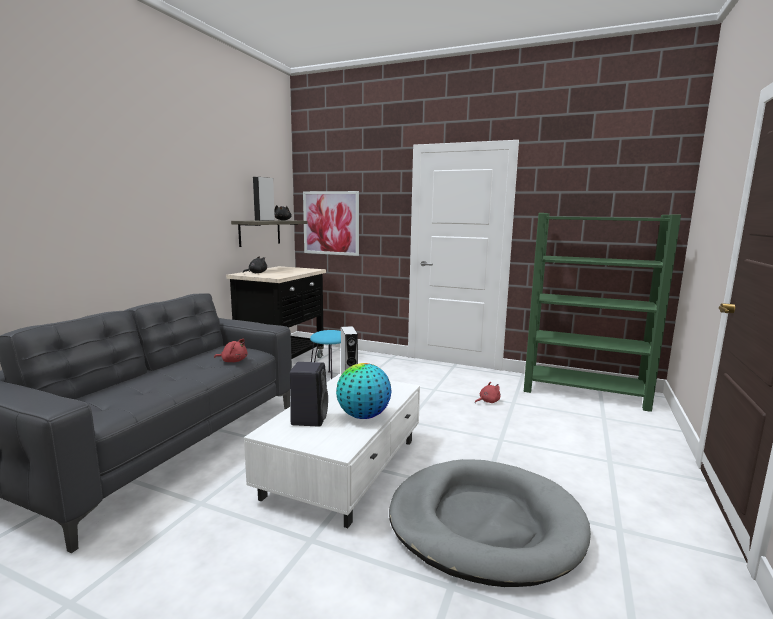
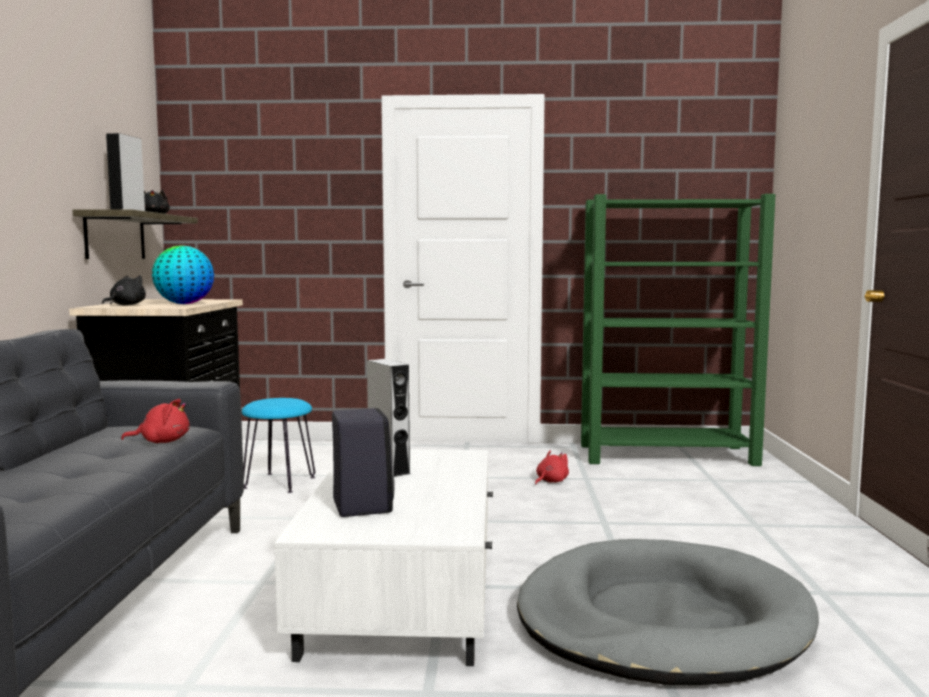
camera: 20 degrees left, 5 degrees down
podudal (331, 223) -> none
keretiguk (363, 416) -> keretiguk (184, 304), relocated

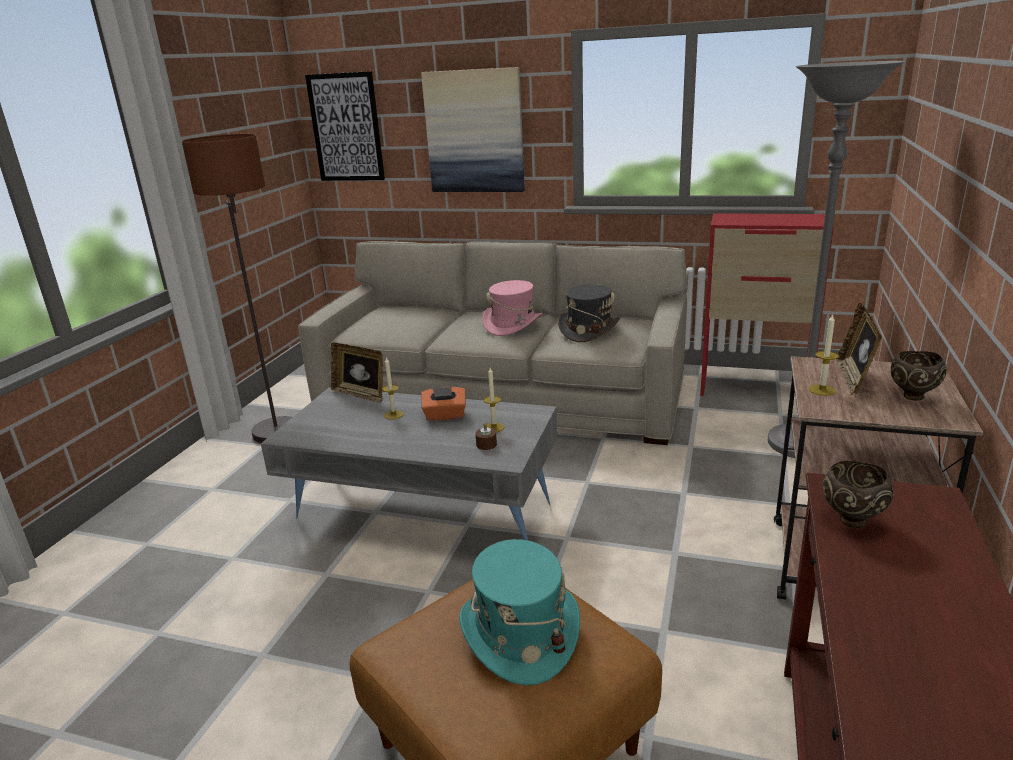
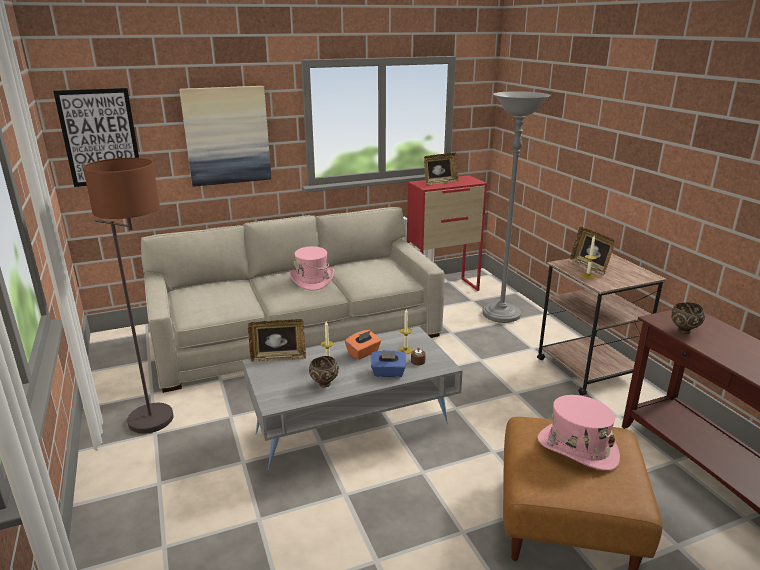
camera: 40 degrees left, 0 degrees up
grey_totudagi (588, 330) -> none
none -> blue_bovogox (388, 373)
none -> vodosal (440, 182)
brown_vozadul (912, 397) -> brown_vozadul (324, 385), relocated
turquoise_totudagi (519, 633) -> pink_totudagi (577, 449)

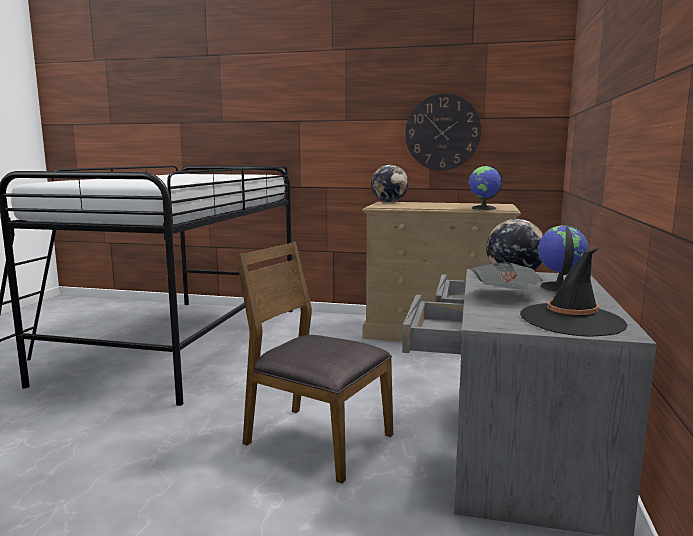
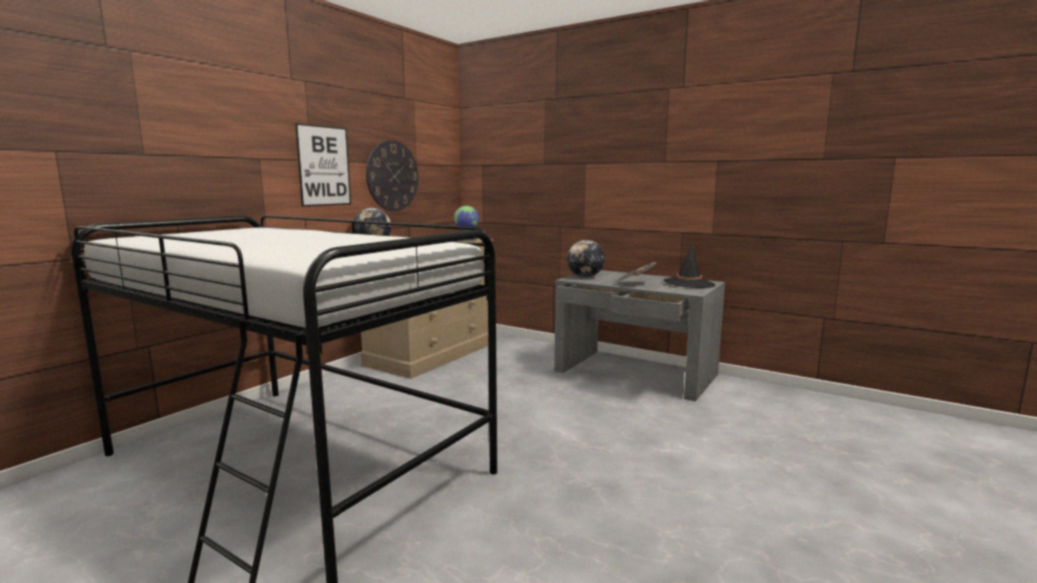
camera: 70 degrees left, 0 degrees up
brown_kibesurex (316, 440) -> none
keretiguk (558, 287) -> none
none -> podudal (324, 166)

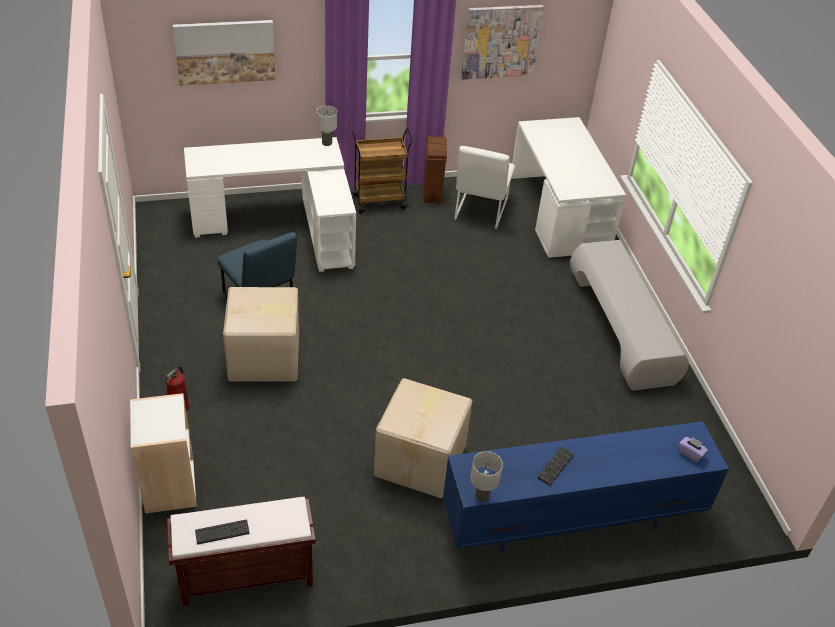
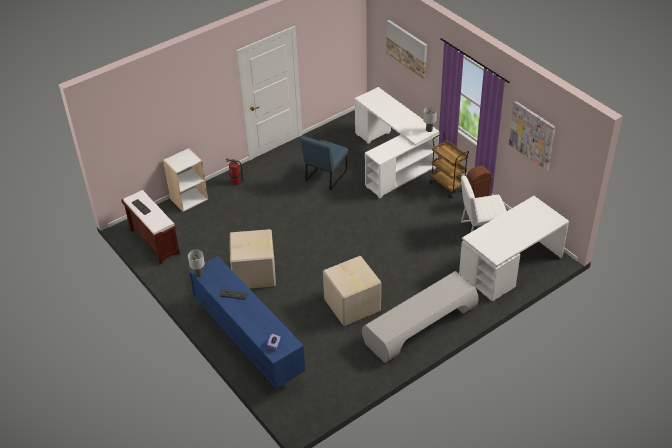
camera: 70 degrees right, 0 degrees up
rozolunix (265, 358) -> rozolunix (352, 305), relocated

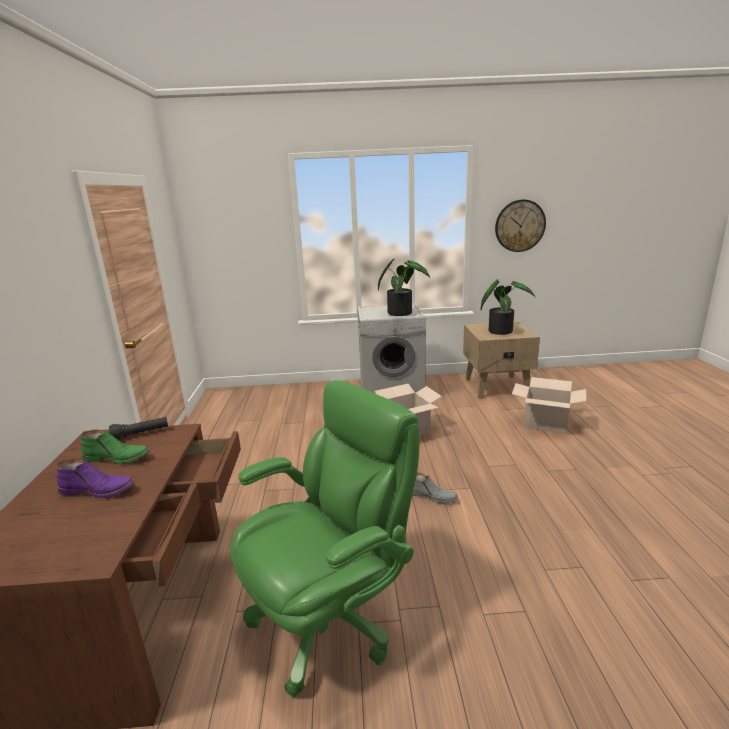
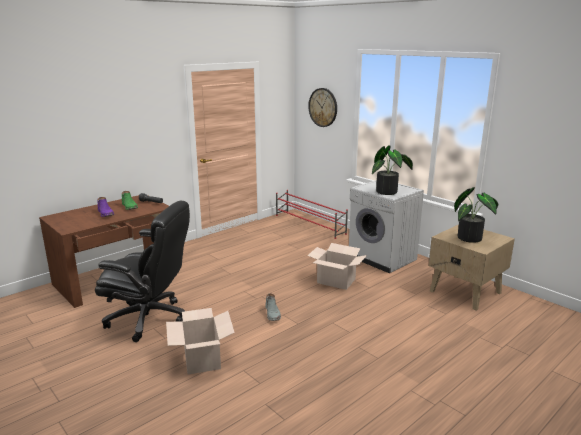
camera: 50 degrees right, 0 degrees up
none -> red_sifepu (309, 224)
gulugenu (520, 226) -> gulugenu (323, 107), relocated
rozolunix (546, 423) -> rozolunix (202, 359), relocated
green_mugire (330, 618) -> black_mugire (150, 320)

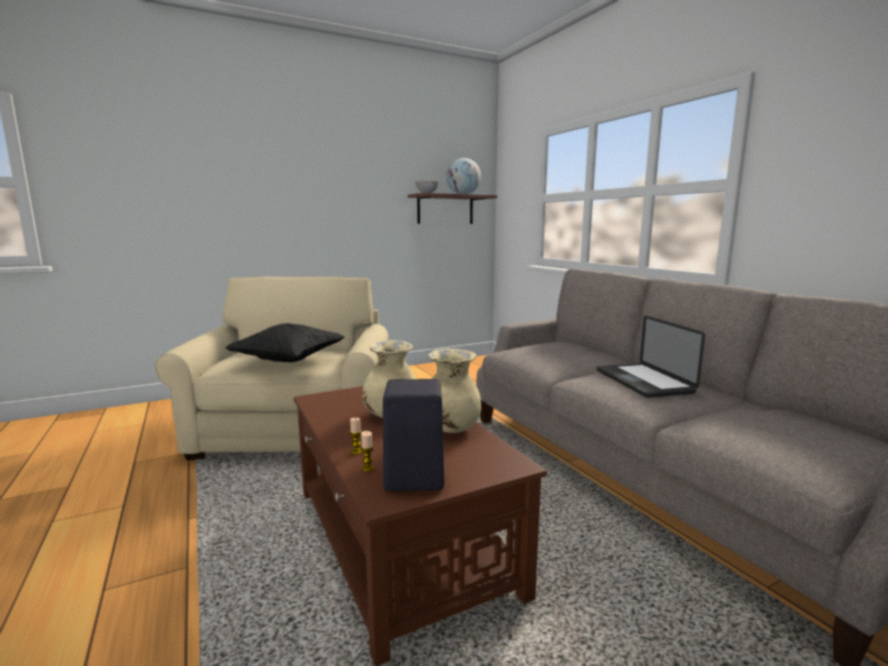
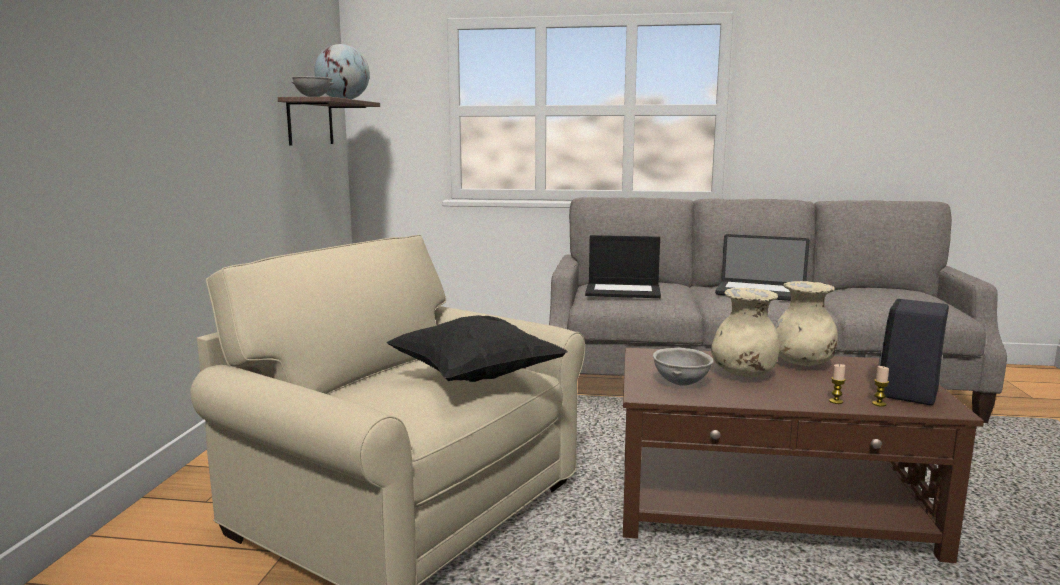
camera: 55 degrees left, 0 degrees up
none -> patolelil (623, 291)
none -> grey_vozadul (682, 383)

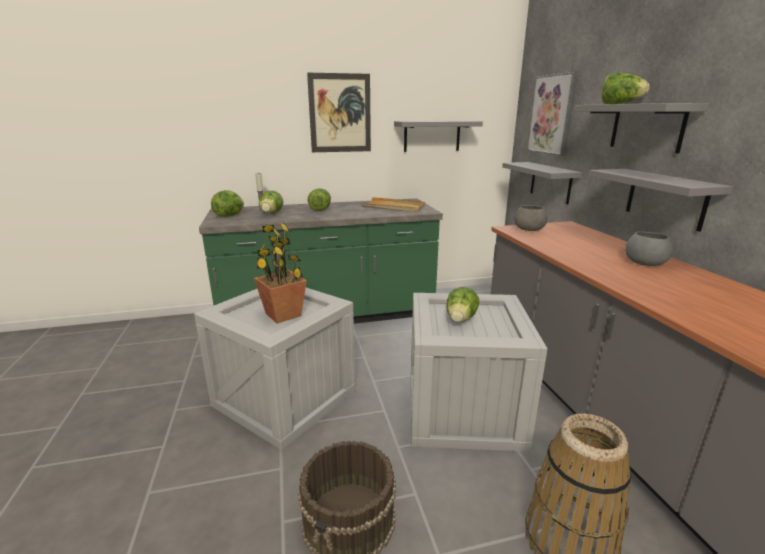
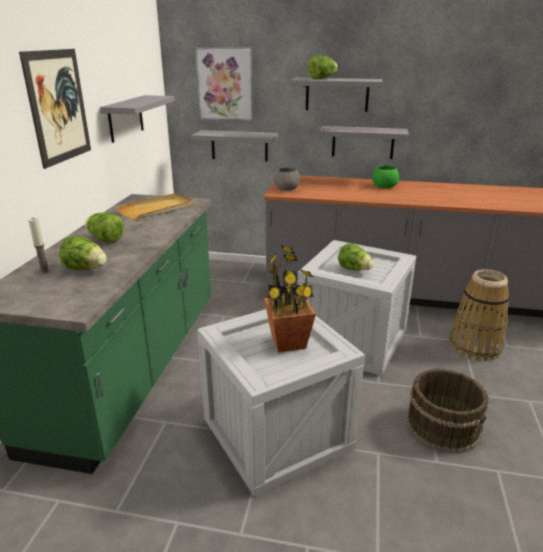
camera: 65 degrees left, 5 degrees up
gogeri (230, 216) -> none
grey_vozadul (644, 262) -> green_vozadul (384, 186)

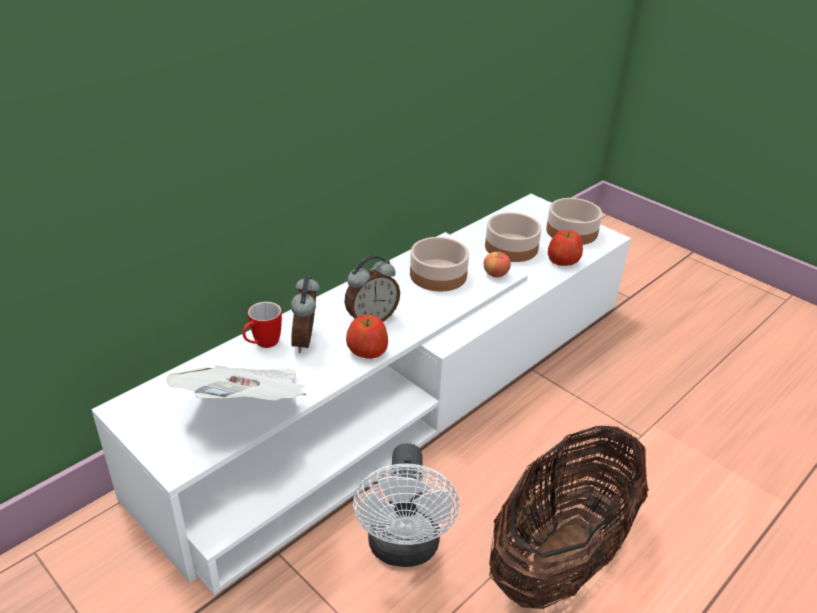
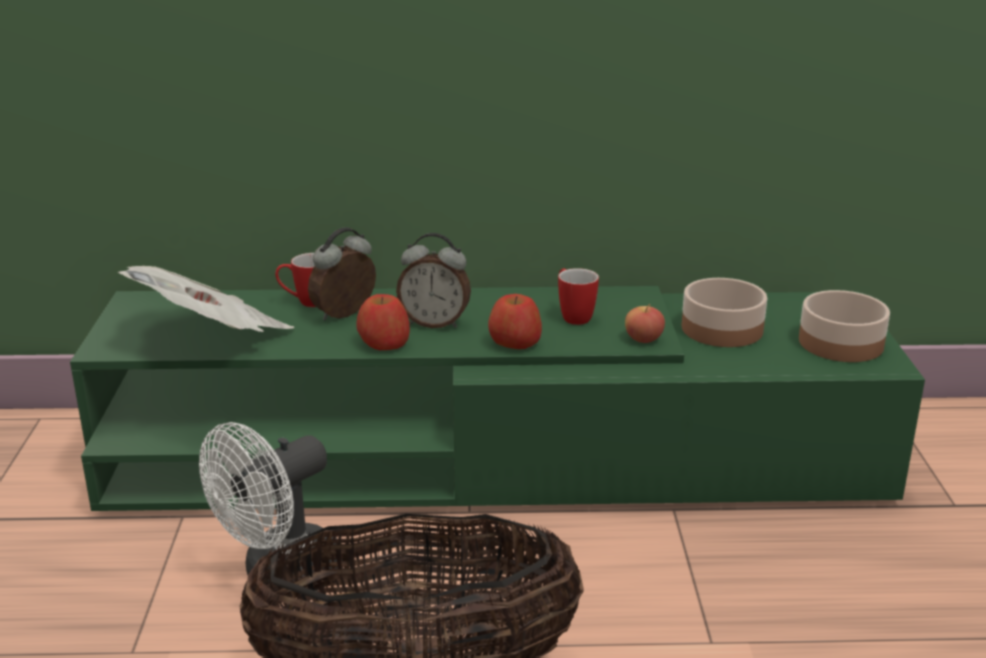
camera: 45 degrees right, 10 degrees down
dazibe (562, 261) -> dazibe (515, 343), relocated
vozadul (437, 275) -> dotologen (572, 316)
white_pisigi (405, 390) -> green_pisigi (493, 457)

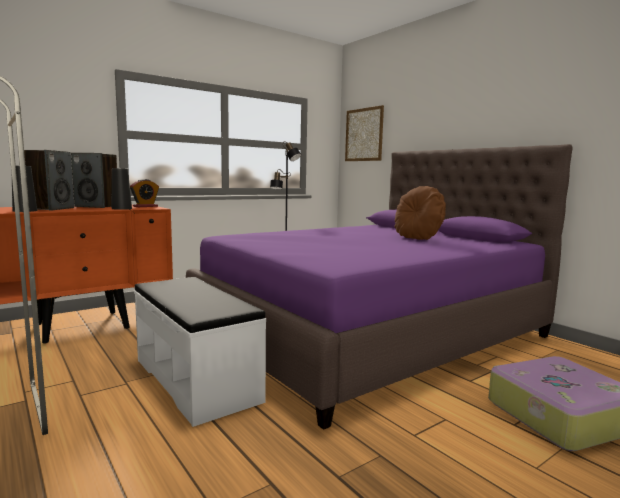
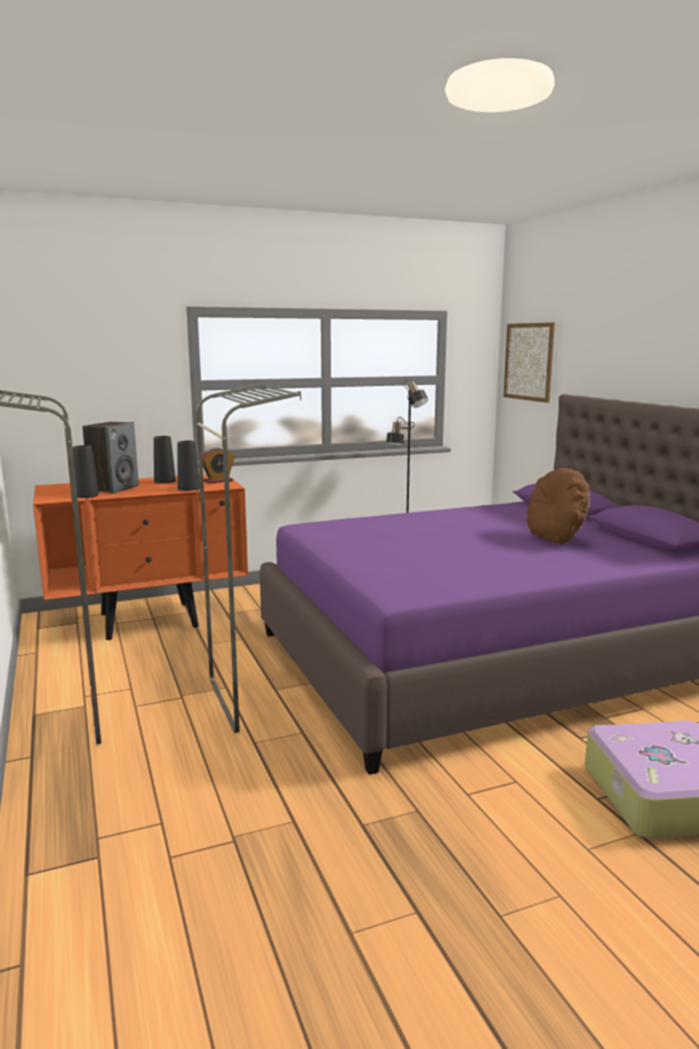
camera: 15 degrees right, 5 degrees up
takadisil (97, 206) -> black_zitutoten (165, 481)
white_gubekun (196, 379) -> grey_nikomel (255, 700)

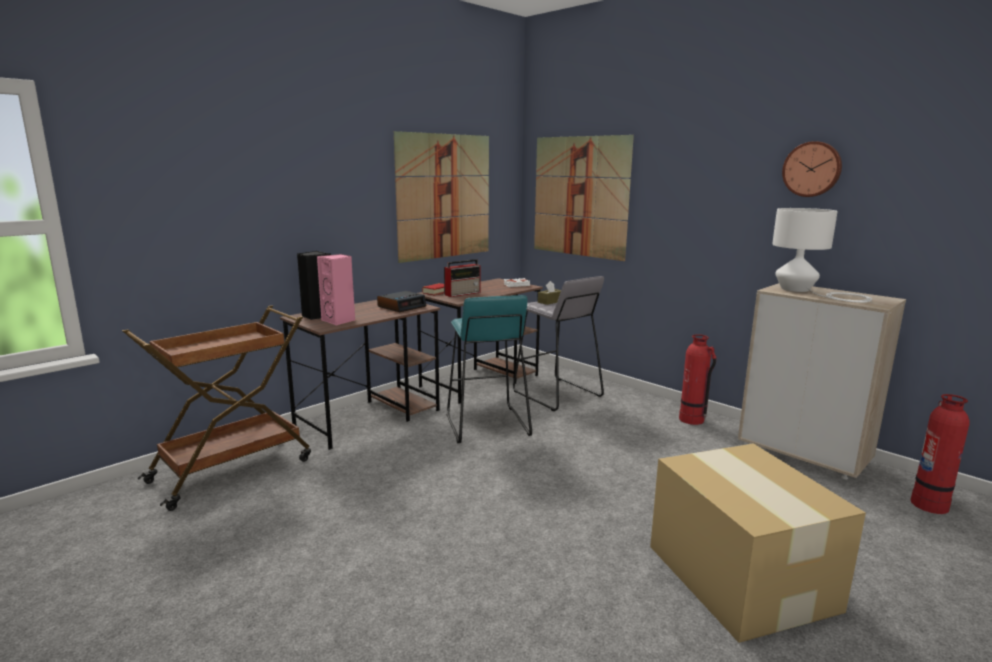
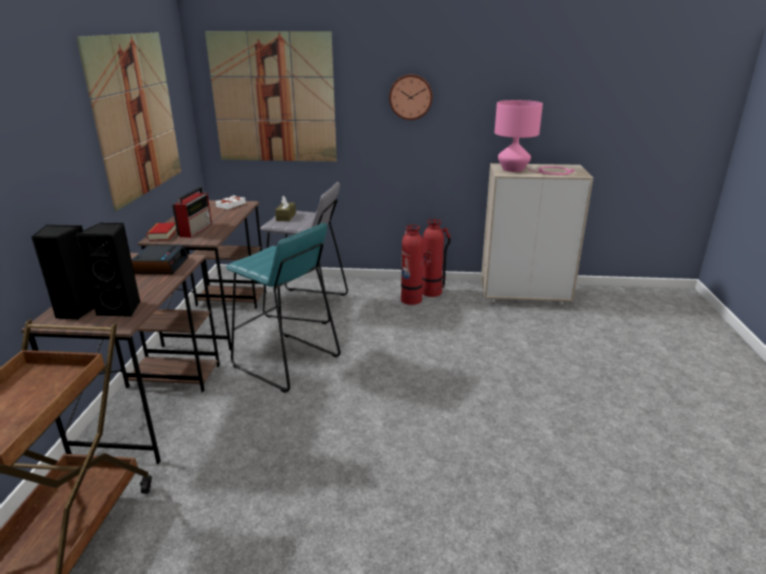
camera: 40 degrees left, 10 degrees up
rozolunix (741, 579) -> none
gulugenu (812, 169) -> gulugenu (410, 97), relocated
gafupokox (929, 504) -> gafupokox (411, 299), relocated
pink_takadisil (339, 321) -> black_takadisil (122, 309)
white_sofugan (815, 292) -> pink_sofugan (529, 170)

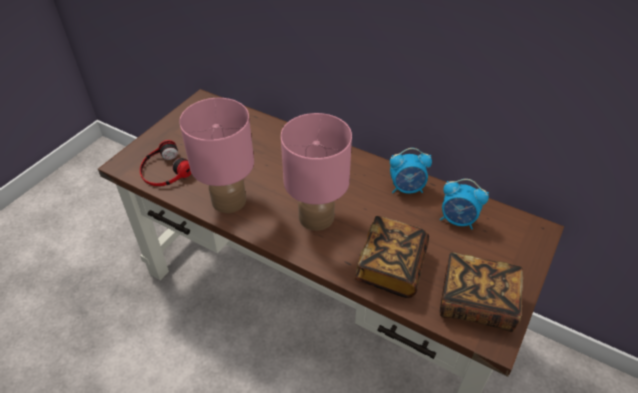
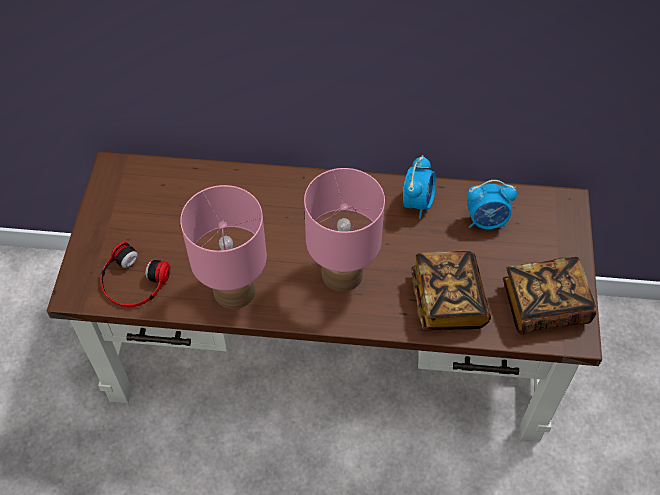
camera: 25 degrees left, 10 degrees up
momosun (407, 188) -> momosun (418, 202), 45 degrees counterclockwise

